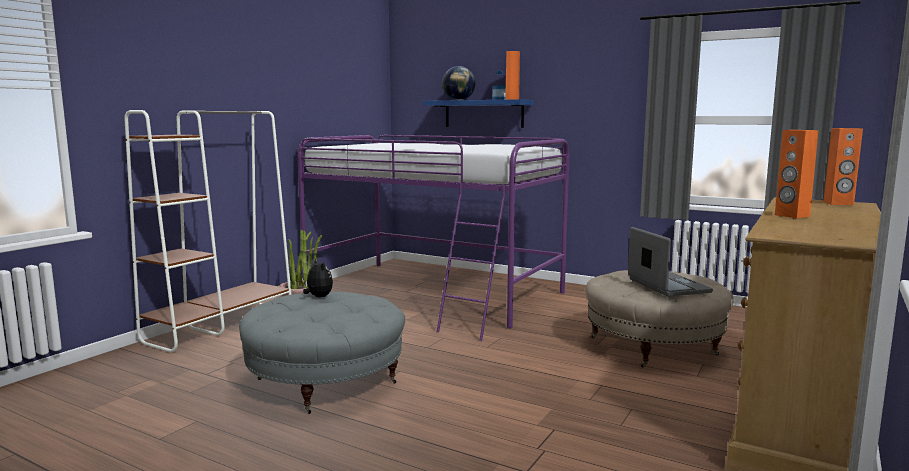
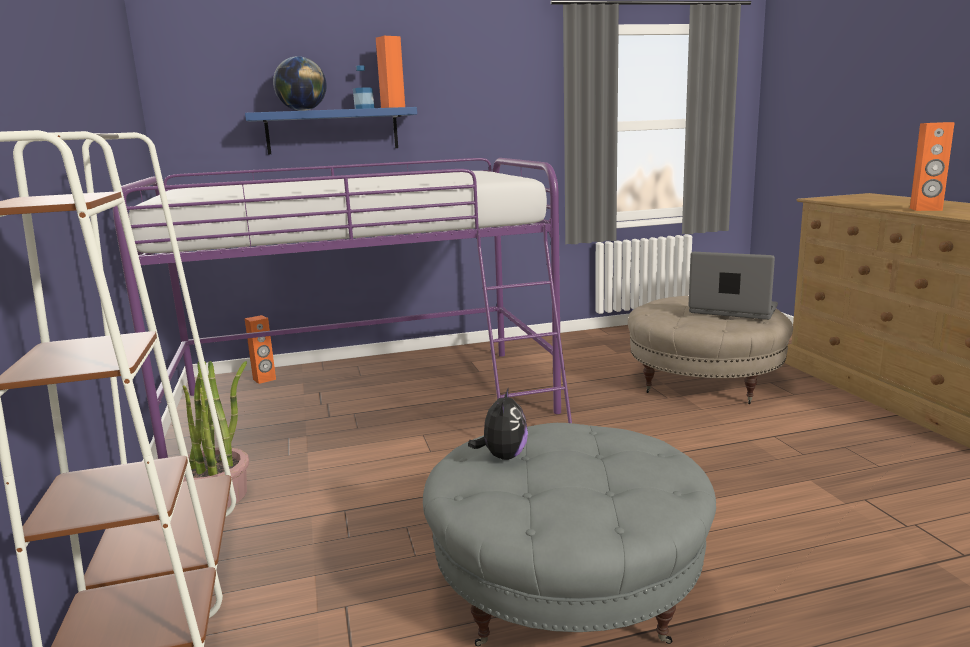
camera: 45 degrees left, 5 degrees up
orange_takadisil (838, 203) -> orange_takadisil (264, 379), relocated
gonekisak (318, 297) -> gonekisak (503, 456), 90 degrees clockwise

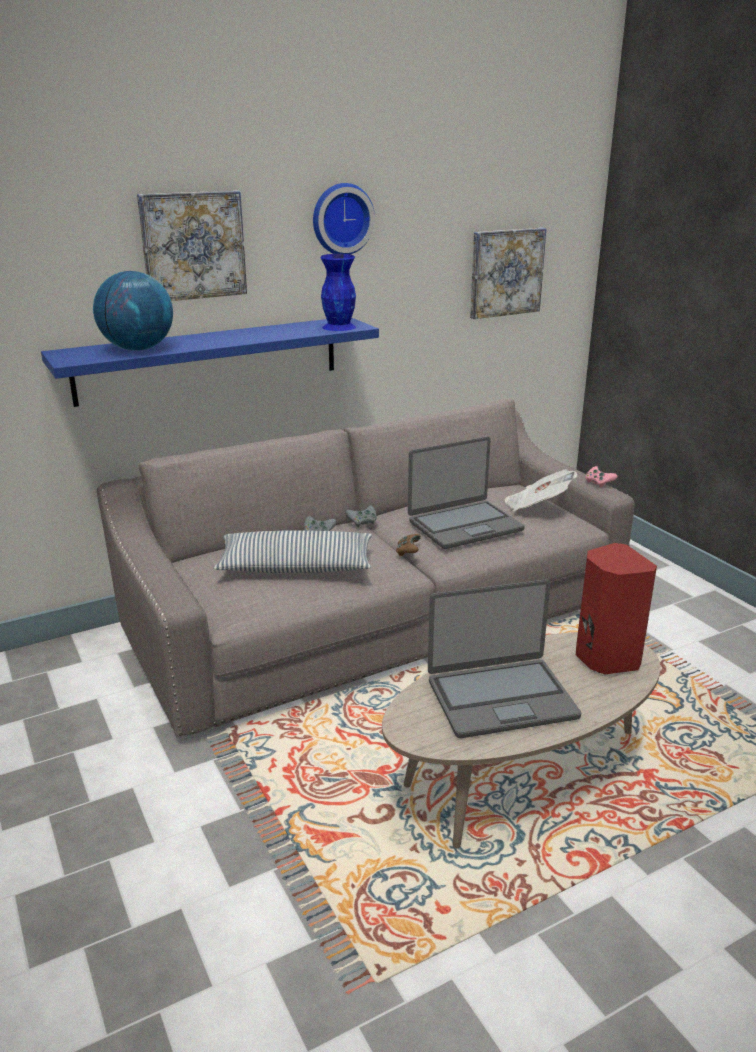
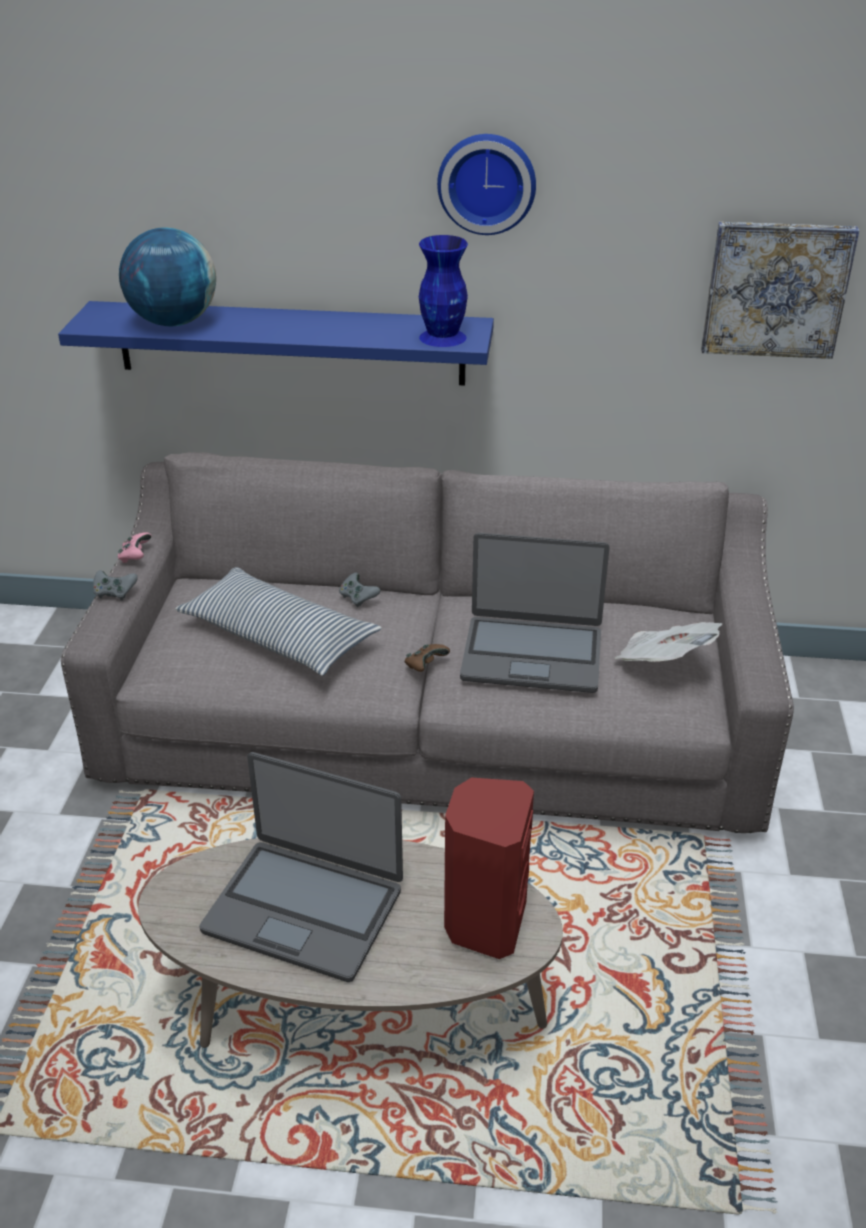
camera: 35 degrees right, 10 degrees up
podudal (193, 245) -> none
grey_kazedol (362, 523) -> grey_kazedol (114, 593), relocated
pink_kazedol (598, 483) -> pink_kazedol (135, 556), relocated

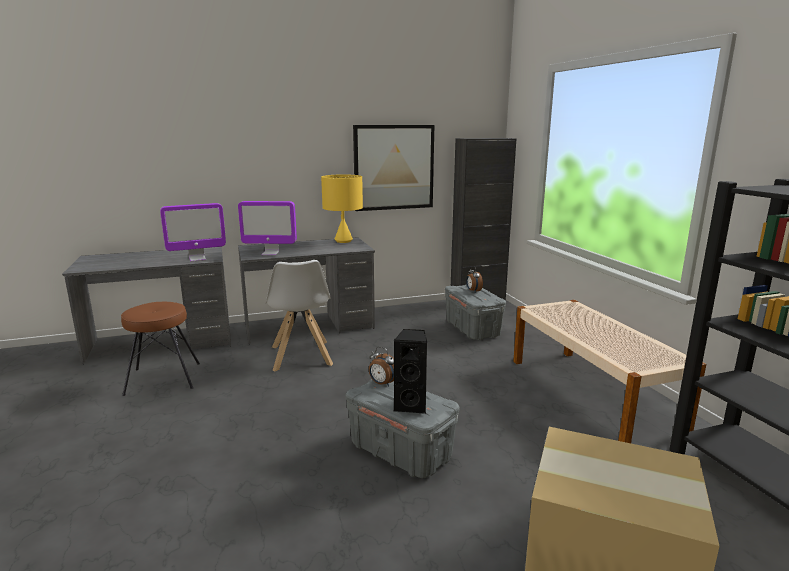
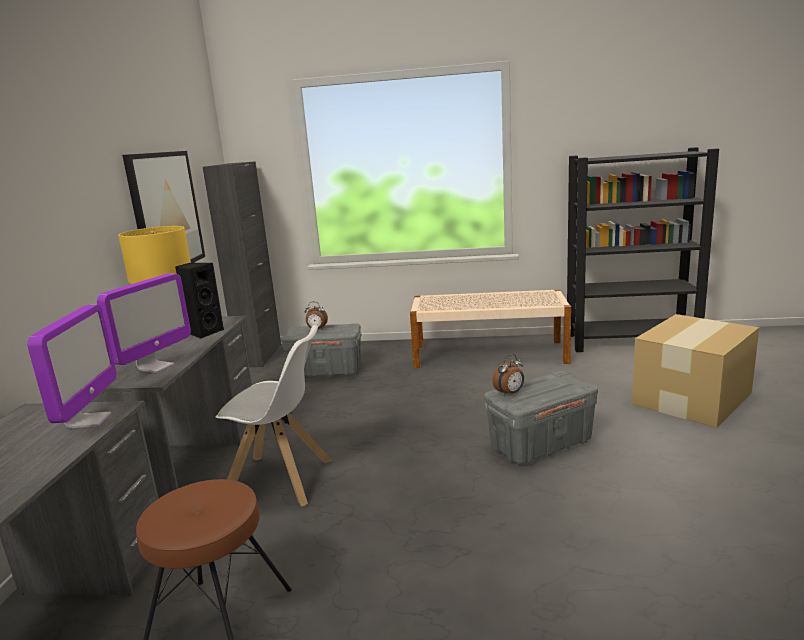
camera: 65 degrees left, 0 degrees up
black_takadisil (411, 405) -> black_takadisil (204, 332), relocated

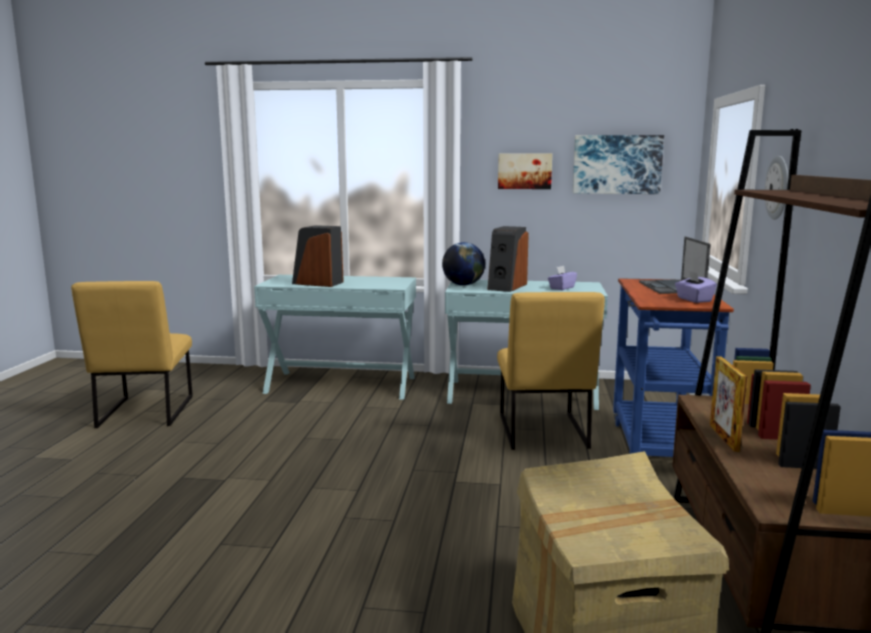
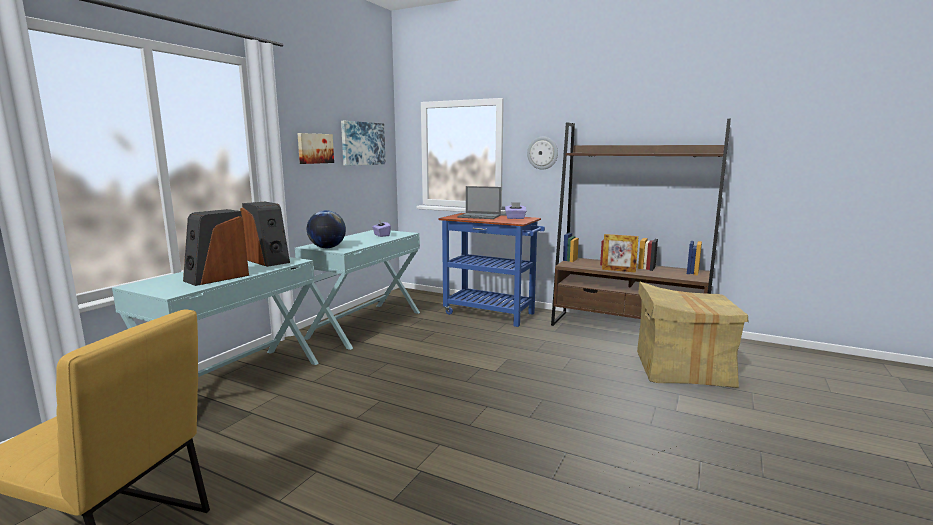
camera: 70 degrees left, 0 degrees up
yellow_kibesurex (542, 432) -> none
takadisil (506, 286) -> takadisil (268, 261), relocated

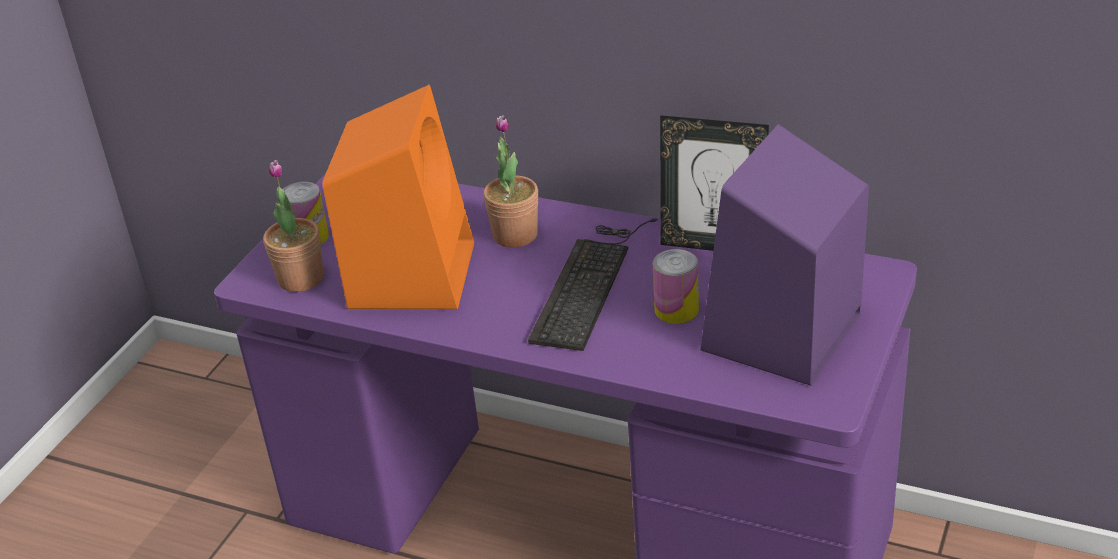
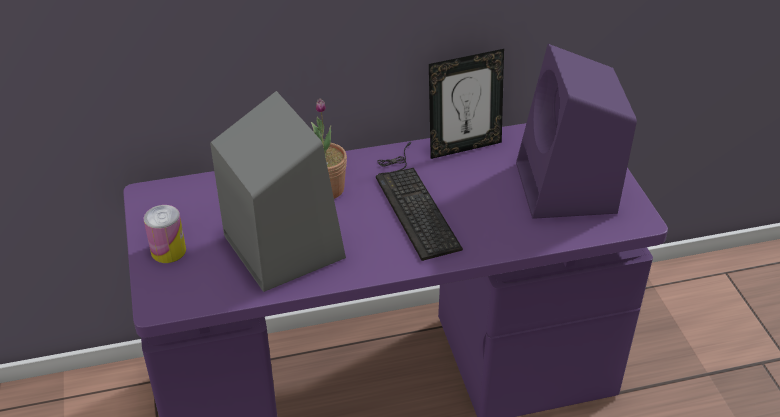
camera: 40 degrees left, 5 degrees up
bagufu (301, 279) -> none
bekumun (676, 309) -> none
orange_takadisil (411, 272) -> grey_takadisil (281, 245)

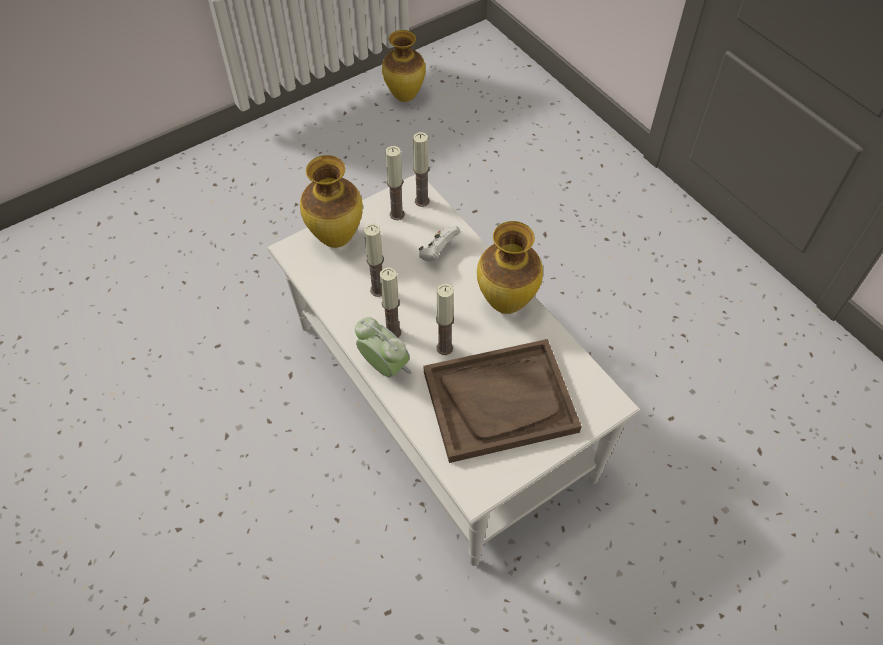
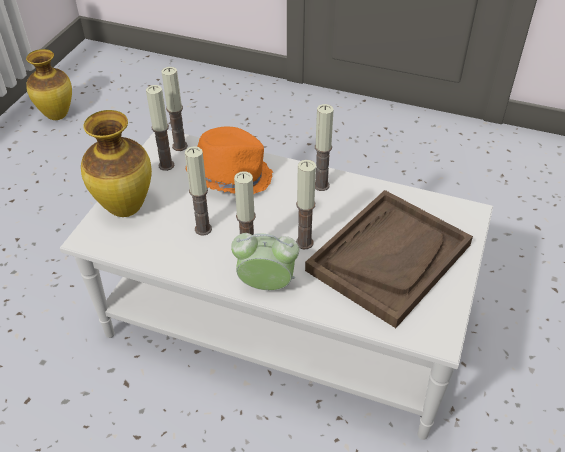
camera: 35 degrees left, 10 degrees down
white_kazedol (438, 252) -> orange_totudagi (230, 176)
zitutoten (505, 303) -> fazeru (321, 185)

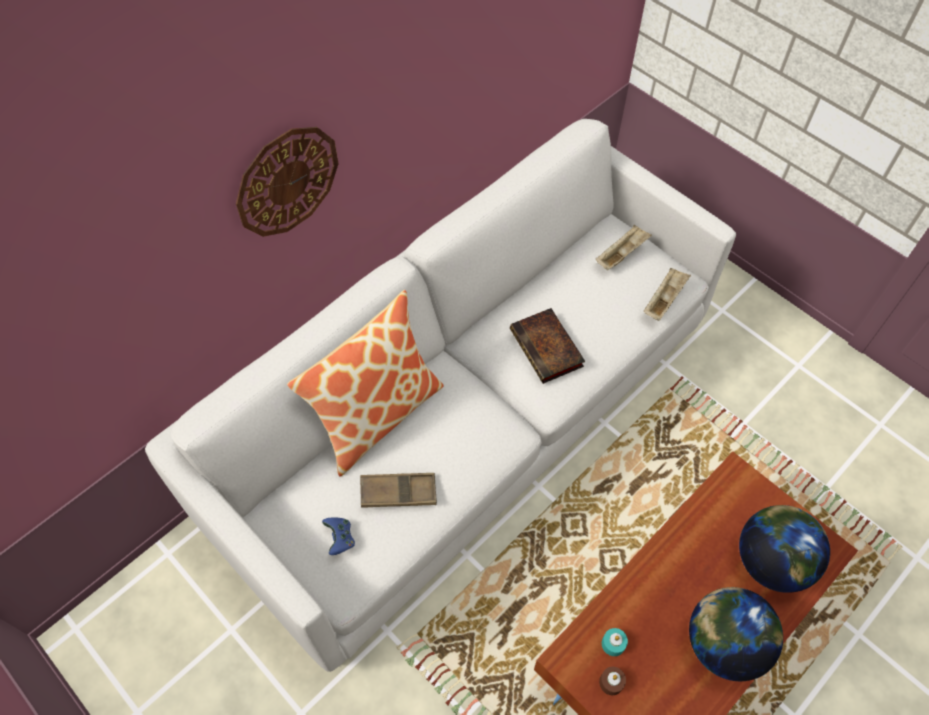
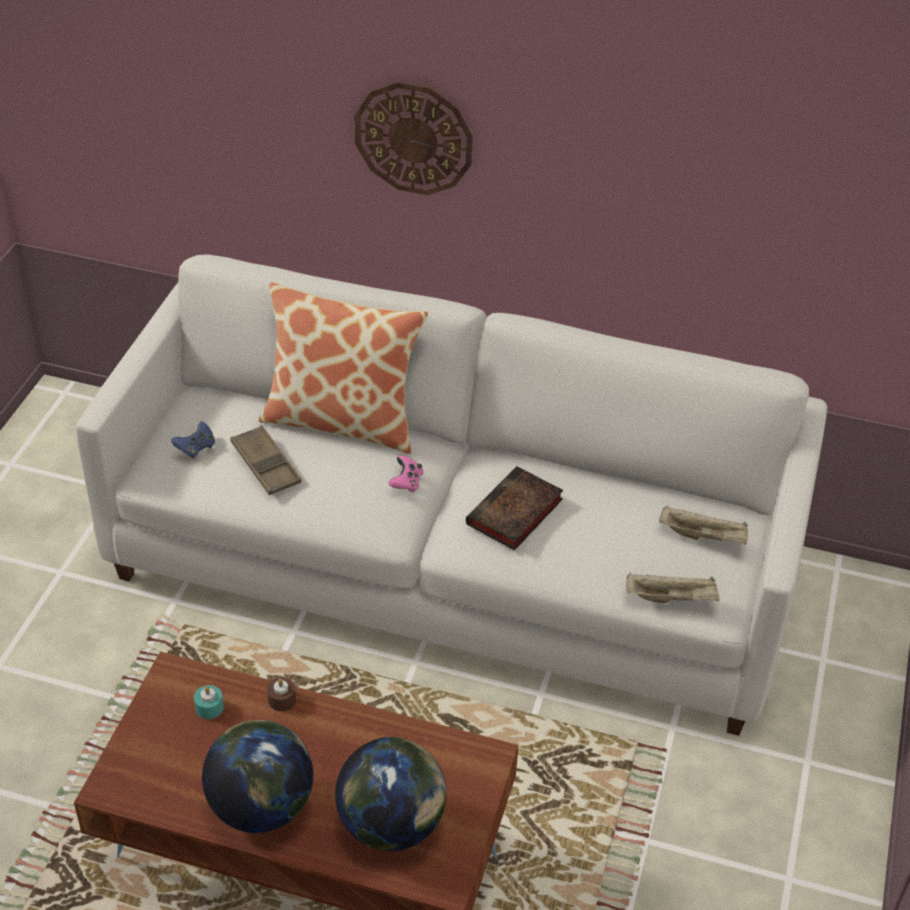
camera: 60 degrees right, 15 degrees down
none -> pink_kazedol (406, 483)
brown_fazeru (611, 682) -> brown_fazeru (282, 700), relocated

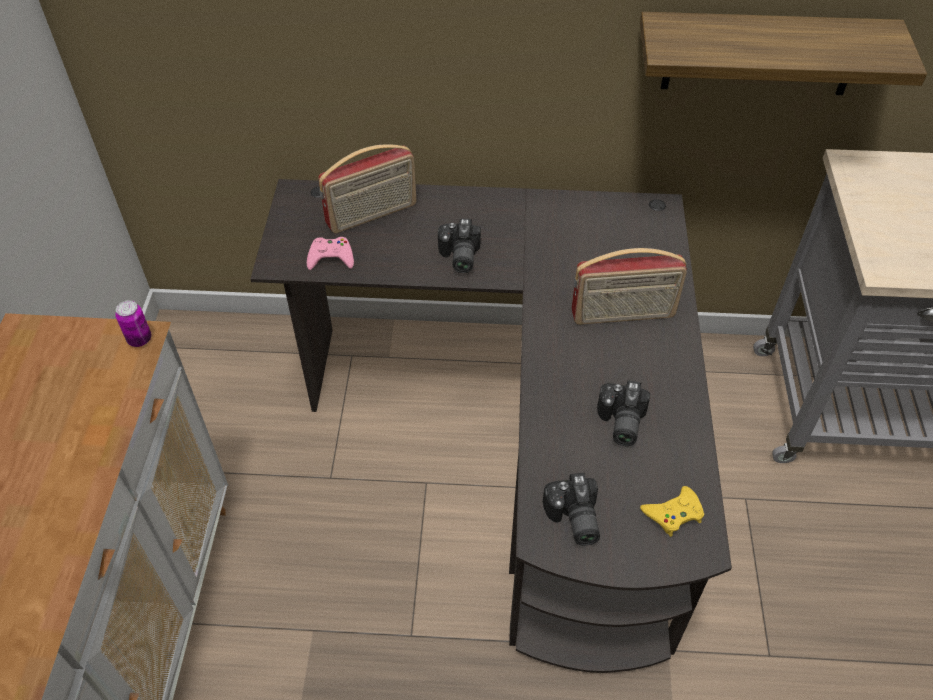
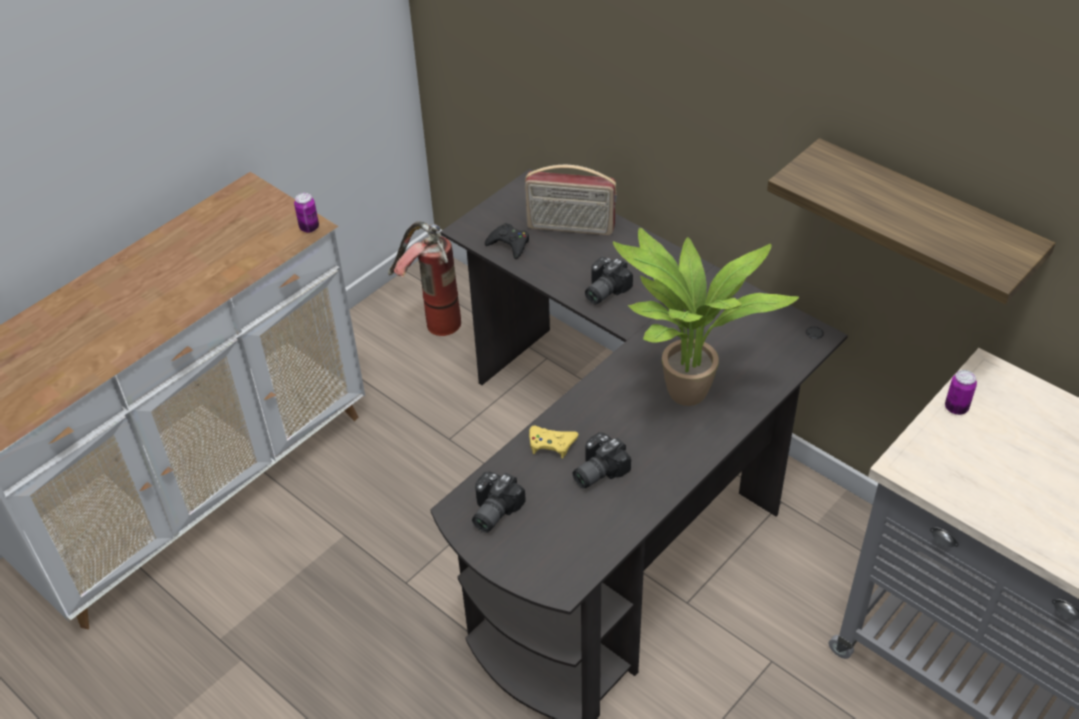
camera: 40 degrees right, 5 degrees down
none -> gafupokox (430, 320)
none -> bekumun (956, 408)
yellow_kazedol (673, 514) -> yellow_kazedol (551, 444), relocated
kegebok (623, 315) -> bagufu (685, 399)
pink_kazedol (331, 257) -> black_kazedol (509, 244)

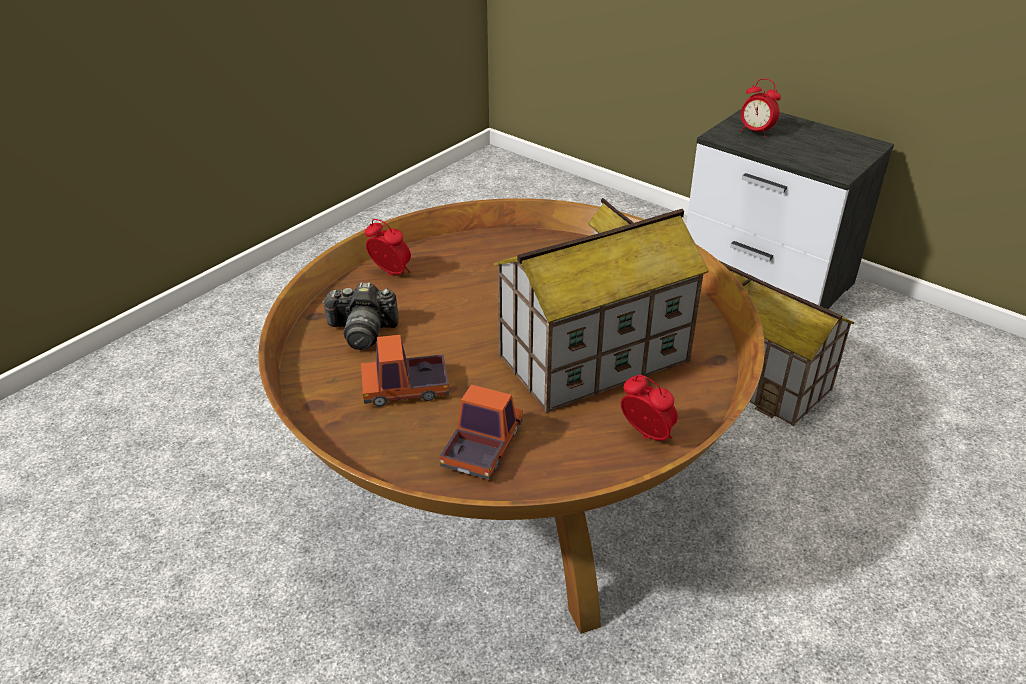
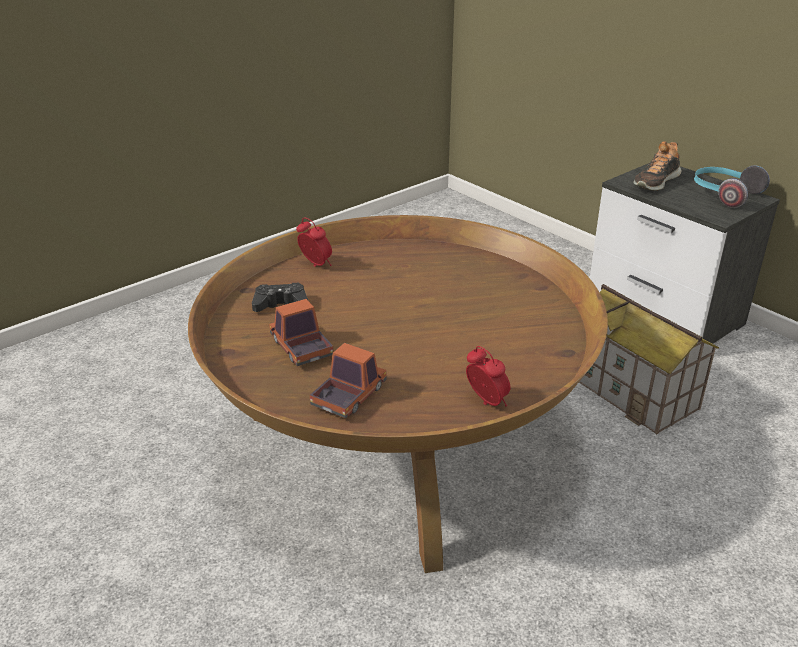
camera: 10 degrees right, 5 degrees down
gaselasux (593, 359) -> none
none -> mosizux (724, 194)
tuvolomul (362, 331) -> black_kazedol (280, 304)
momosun (755, 132) -> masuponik (655, 181)
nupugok (405, 388) -> nupugok (301, 348), 60 degrees clockwise

